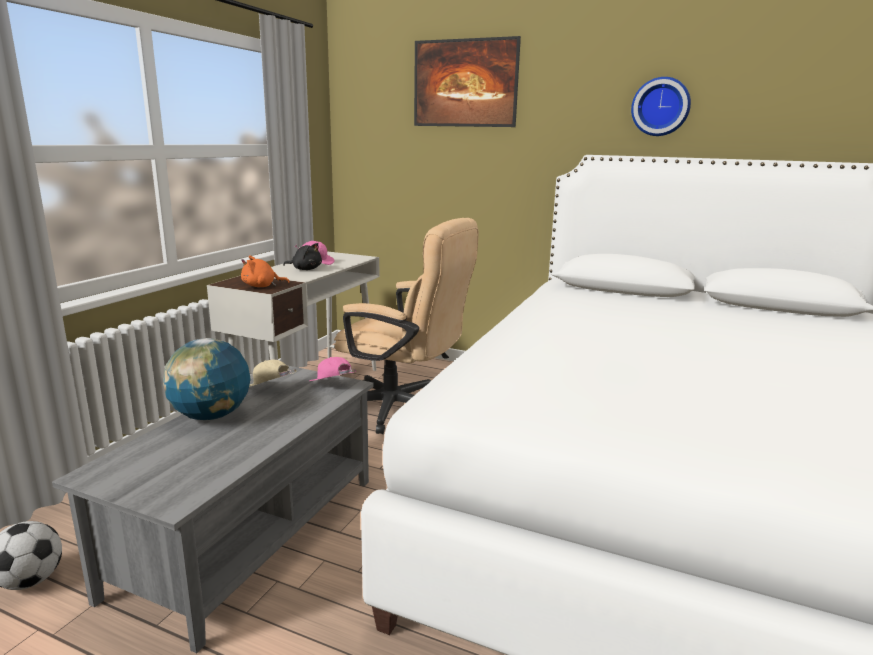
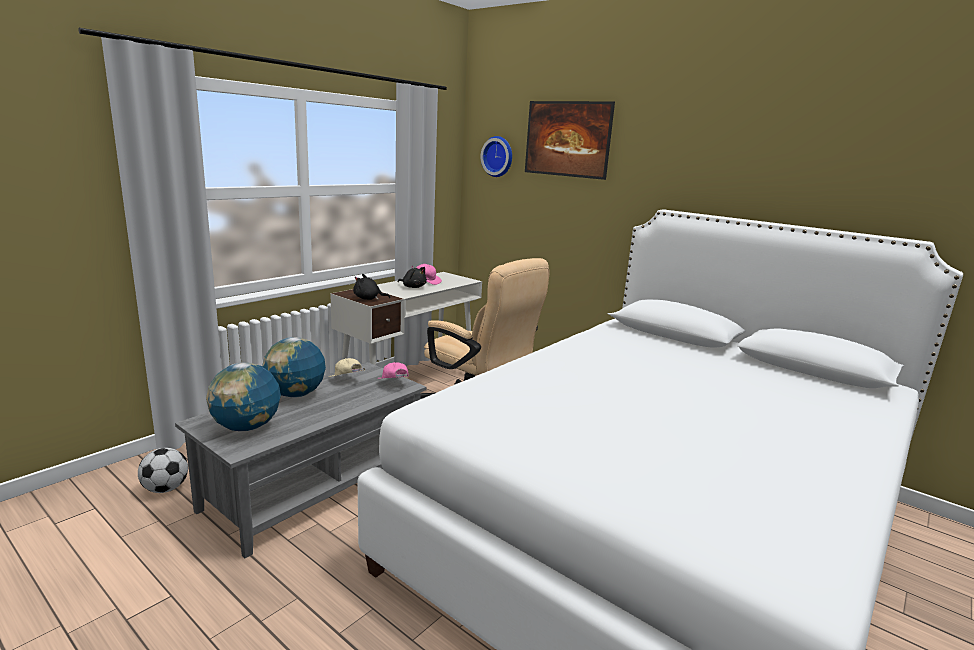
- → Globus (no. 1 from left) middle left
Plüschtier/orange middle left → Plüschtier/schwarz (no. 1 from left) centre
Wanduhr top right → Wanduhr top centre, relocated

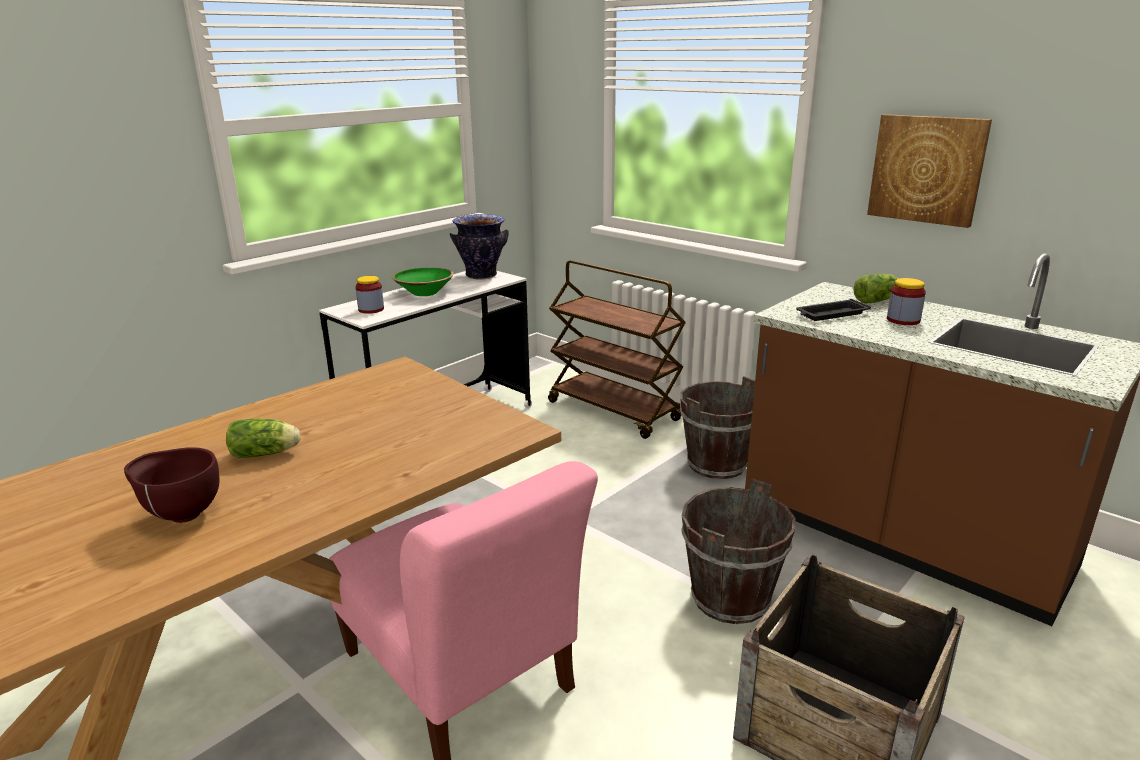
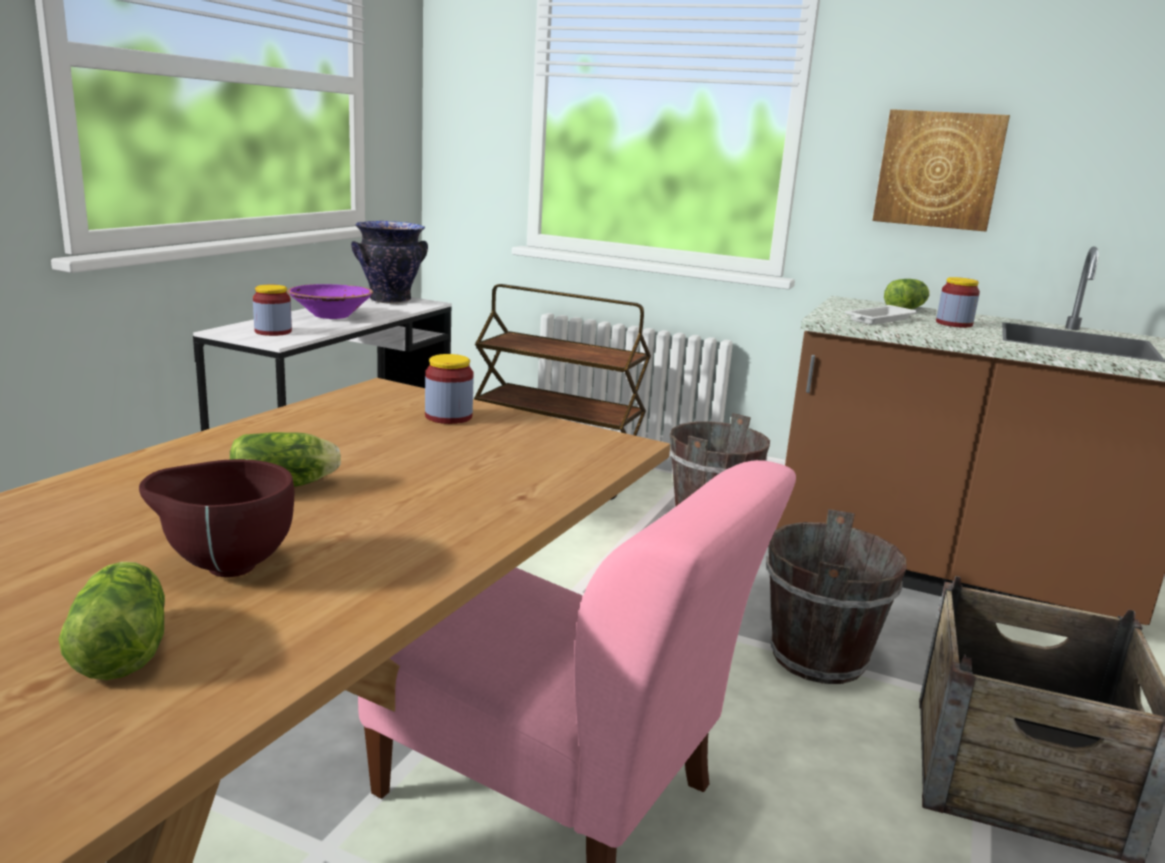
- → Salatkopf (no. 1 from left) bottom left
Schüssel/grün centre → Schüssel/lila middle left
- → Vorratsglas (no. 2 from left) centre
Tablett/schwarz middle right → Tablett/weiß middle right

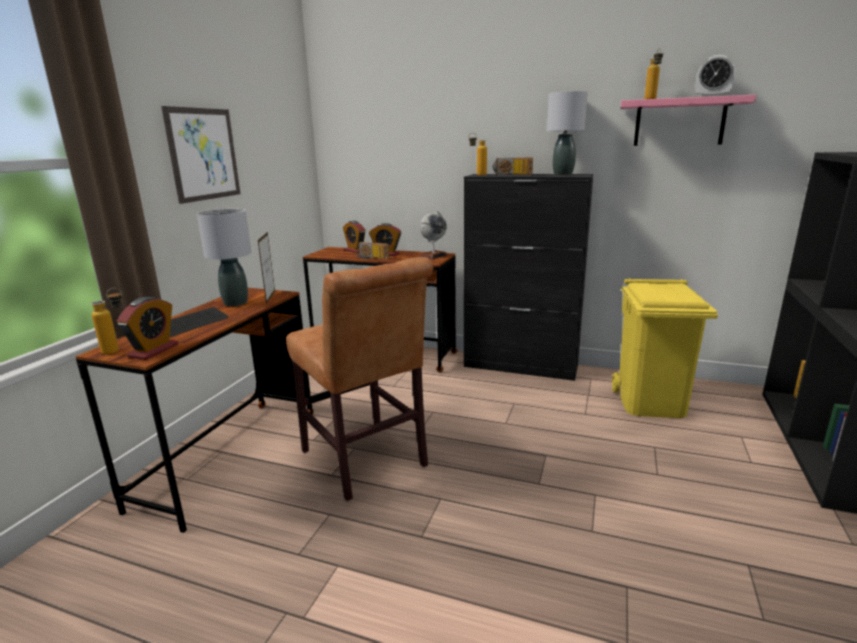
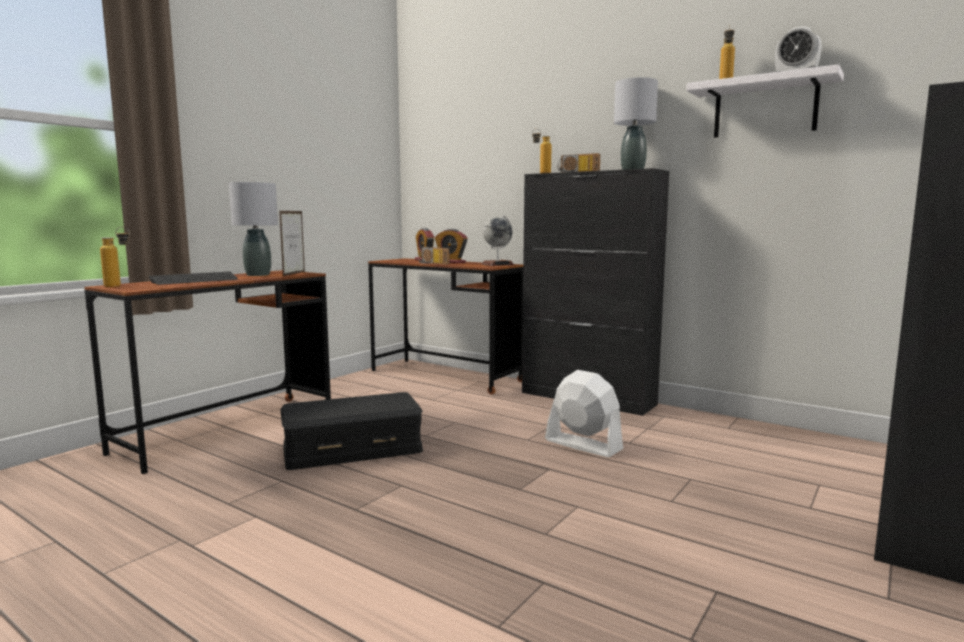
Stuhl/braun centre → Aufbewahrungsbox/schwarz bottom centre
- → Ventilator/weiß centre
Wandregal/rosa top right → Wandregal/weiß top right
Wecker (no. 1 from left) middle left → -
Bild top left → -
Mülleimer/gelb middle right → -

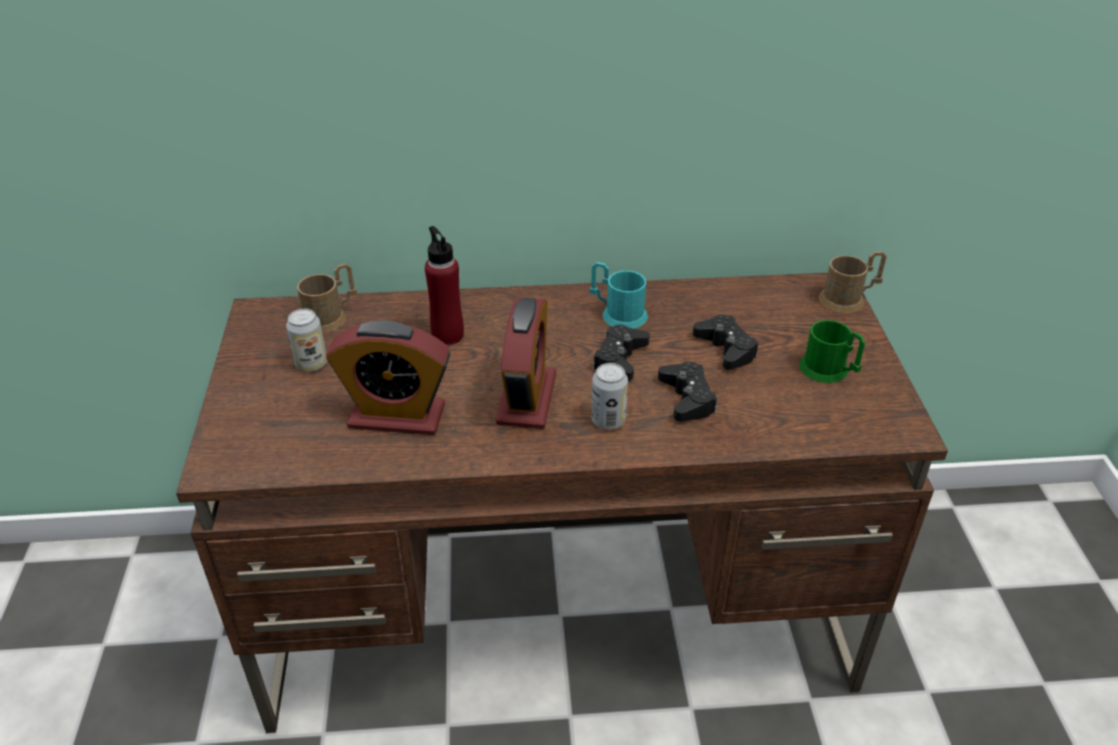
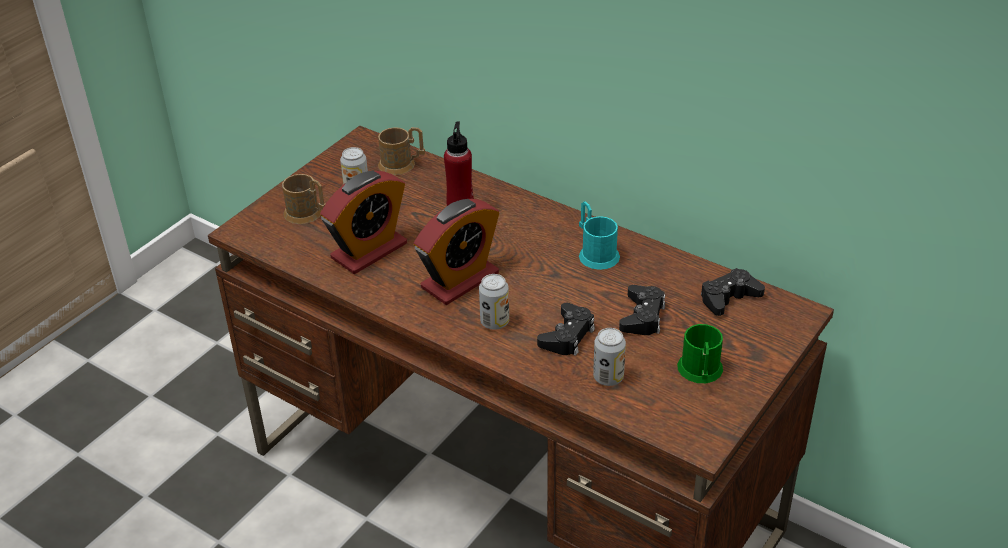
Henkelbecher/braun (no. 2 from left in the first image) middle right → Henkelbecher/braun (no. 1 from left) middle left, relocated
Wecker (no. 1 from left) centre, 90 degrees counterclockwise
- → Dose (no. 3 from left) centre
Gamepad/schwarz (no. 1 from left in the first image) centre → Gamepad/schwarz (no. 3 from left) middle right, relocated

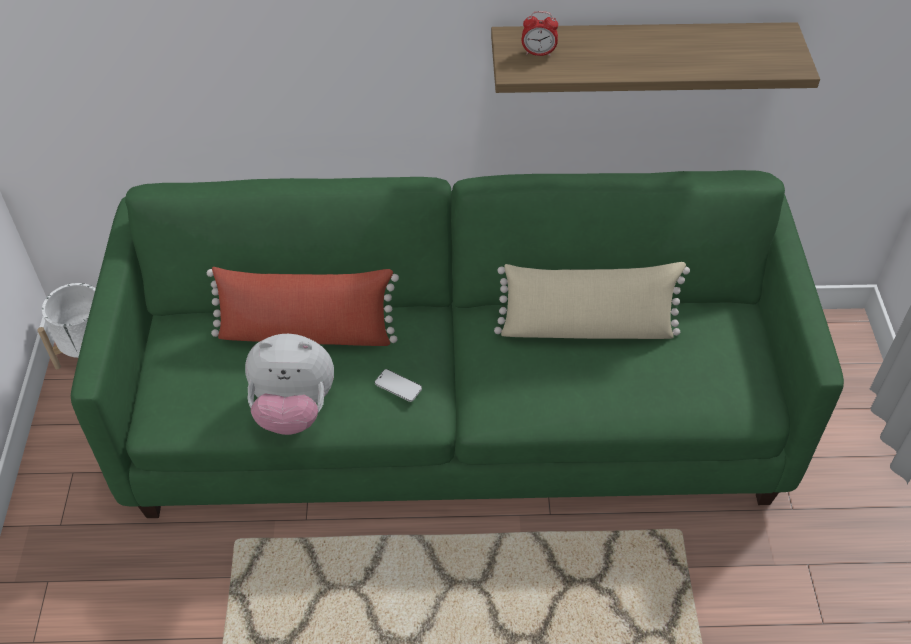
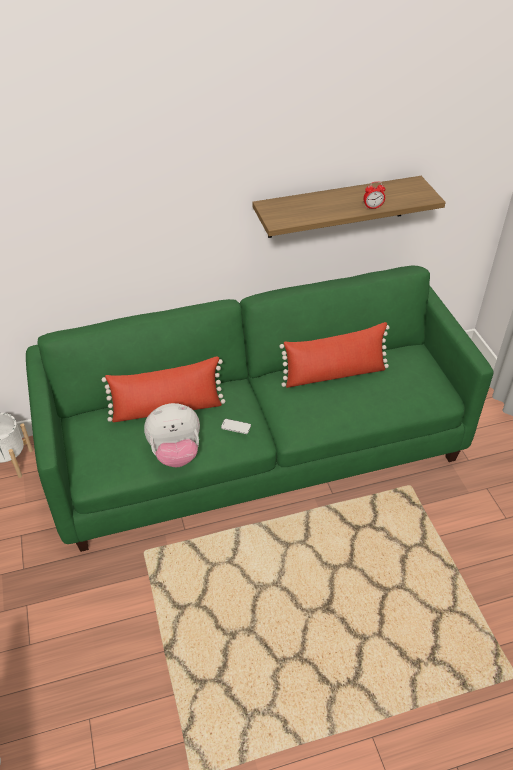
Kissen/beige centre → Kissen/rot (no. 2 from left) centre
Wecker top centre → Wecker top right, relocated

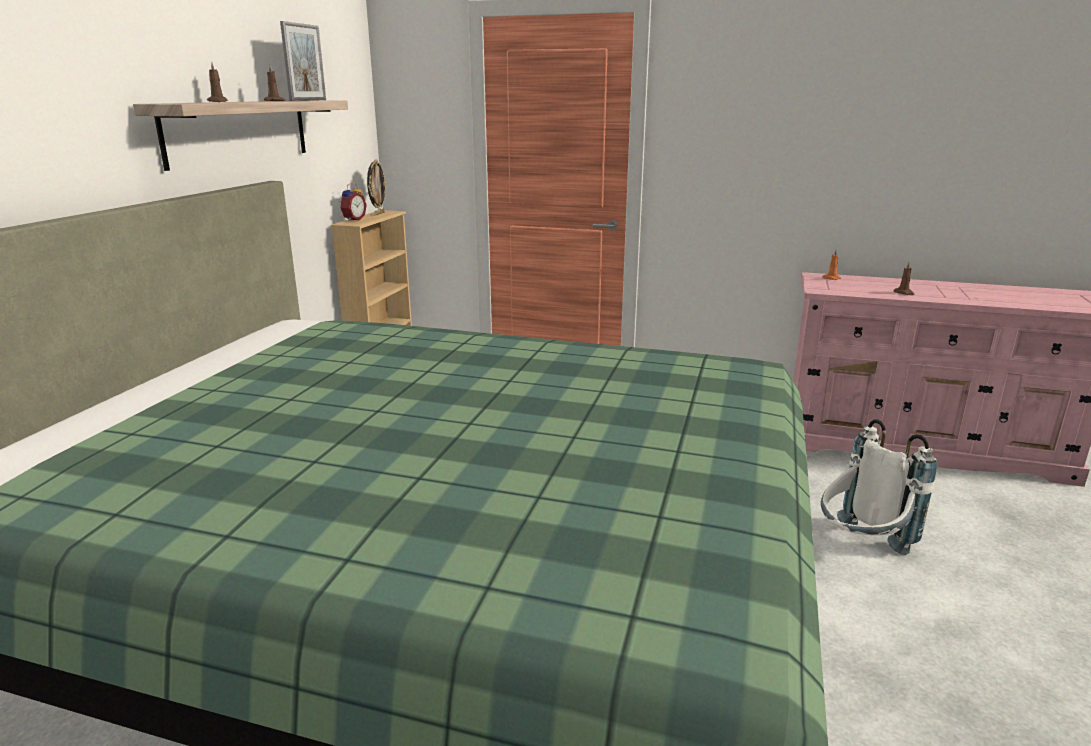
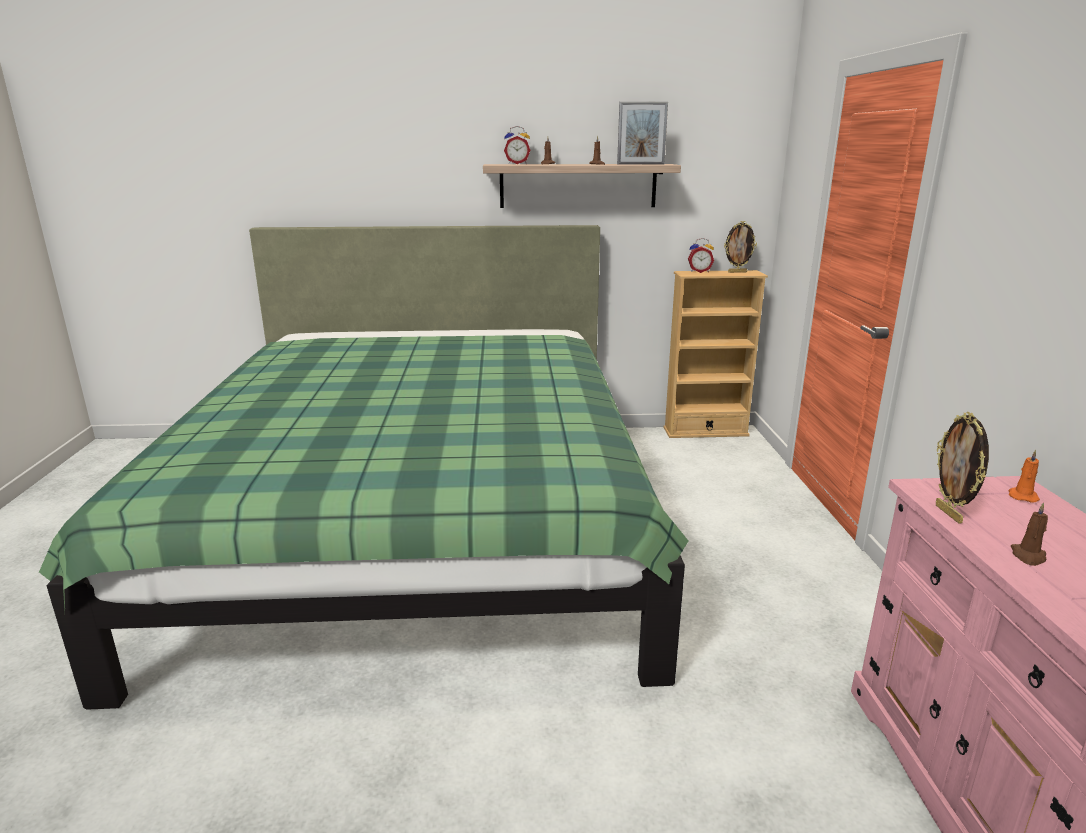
- → Wecker (no. 1 from left) top centre
- → Bilderrahmen (no. 3 from left) middle right
Rucksack/weiß middle right → -

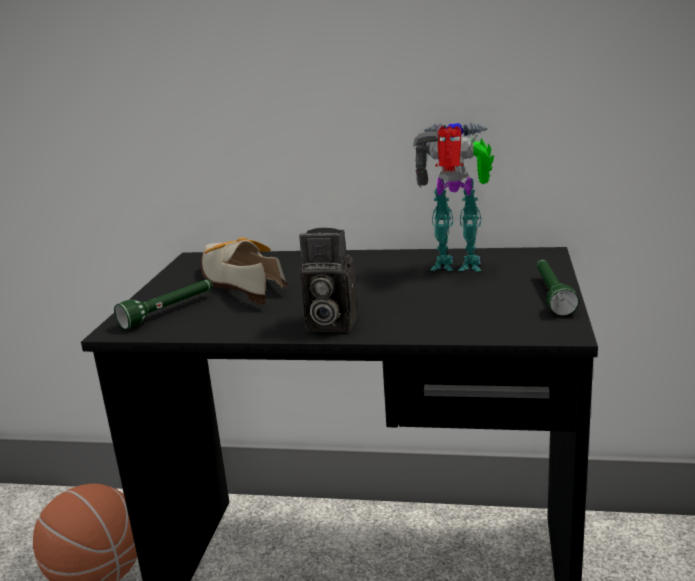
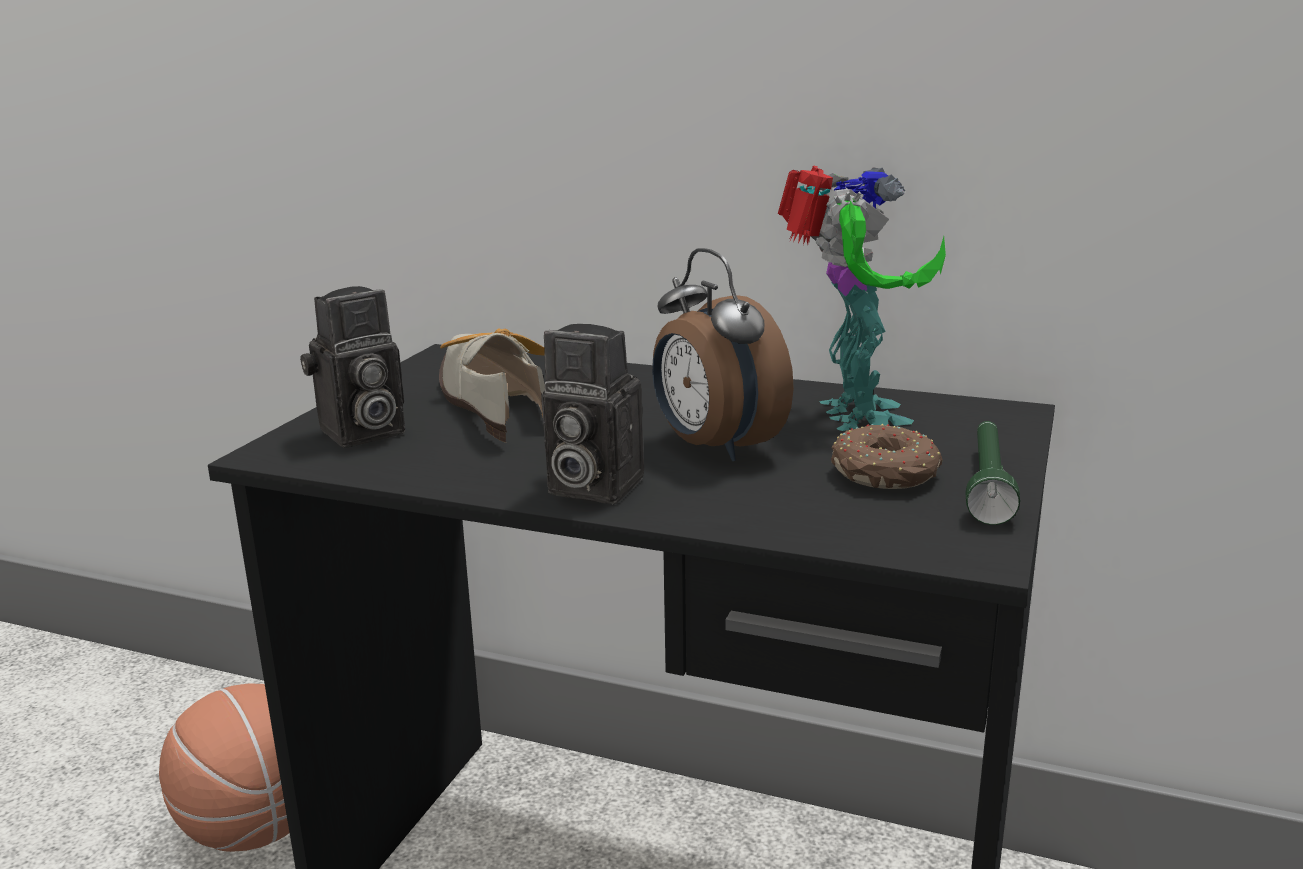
Taschenlampe/grün (no. 1 from left) middle left → Kamera (no. 1 from left) middle left
- → Wecker centre
Spielzeugroboter centre, 60 degrees clockwise
- → Donut middle right

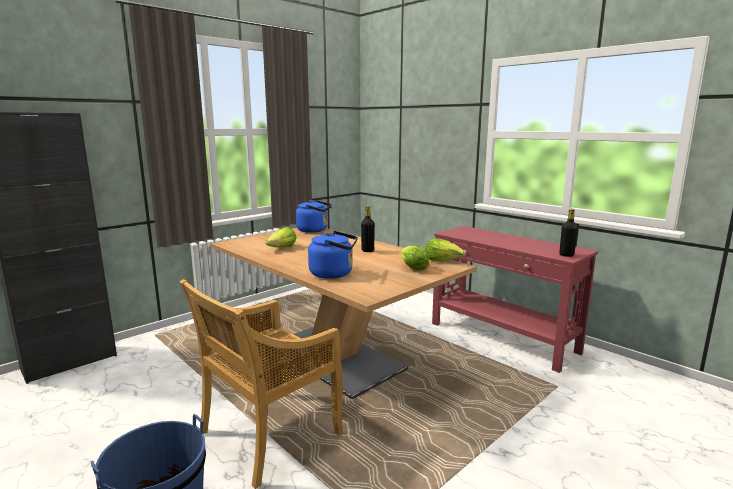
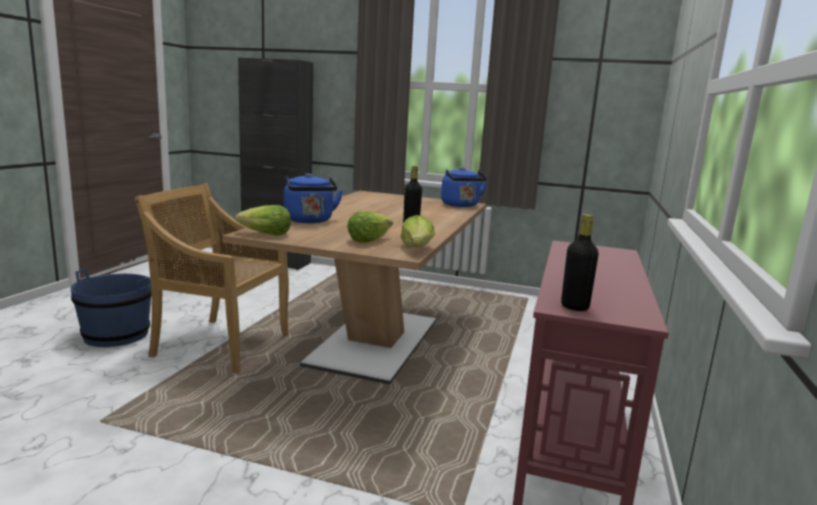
Salatkopf (no. 1 from left) centre → Salatkopf (no. 1 from left) middle left, relocated

